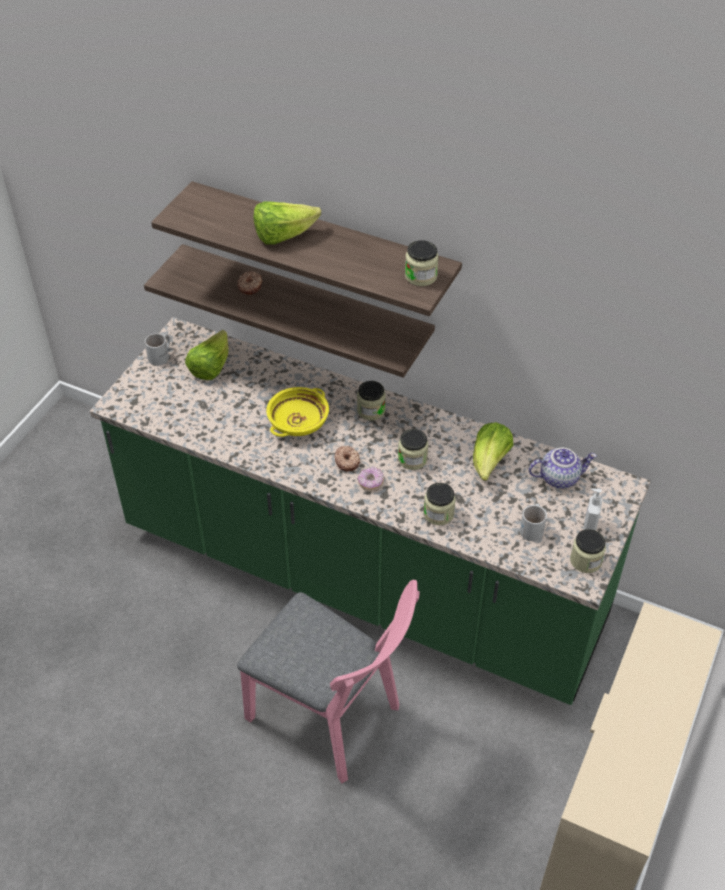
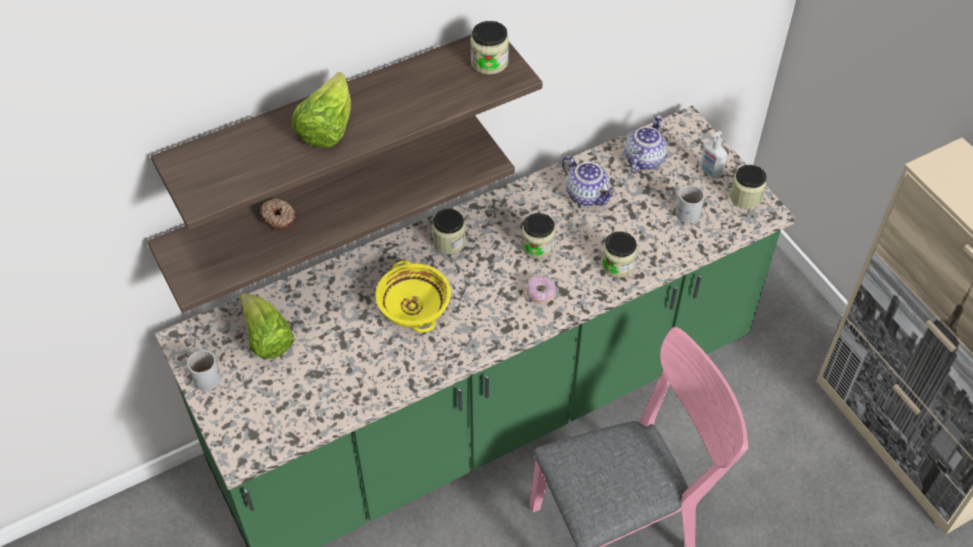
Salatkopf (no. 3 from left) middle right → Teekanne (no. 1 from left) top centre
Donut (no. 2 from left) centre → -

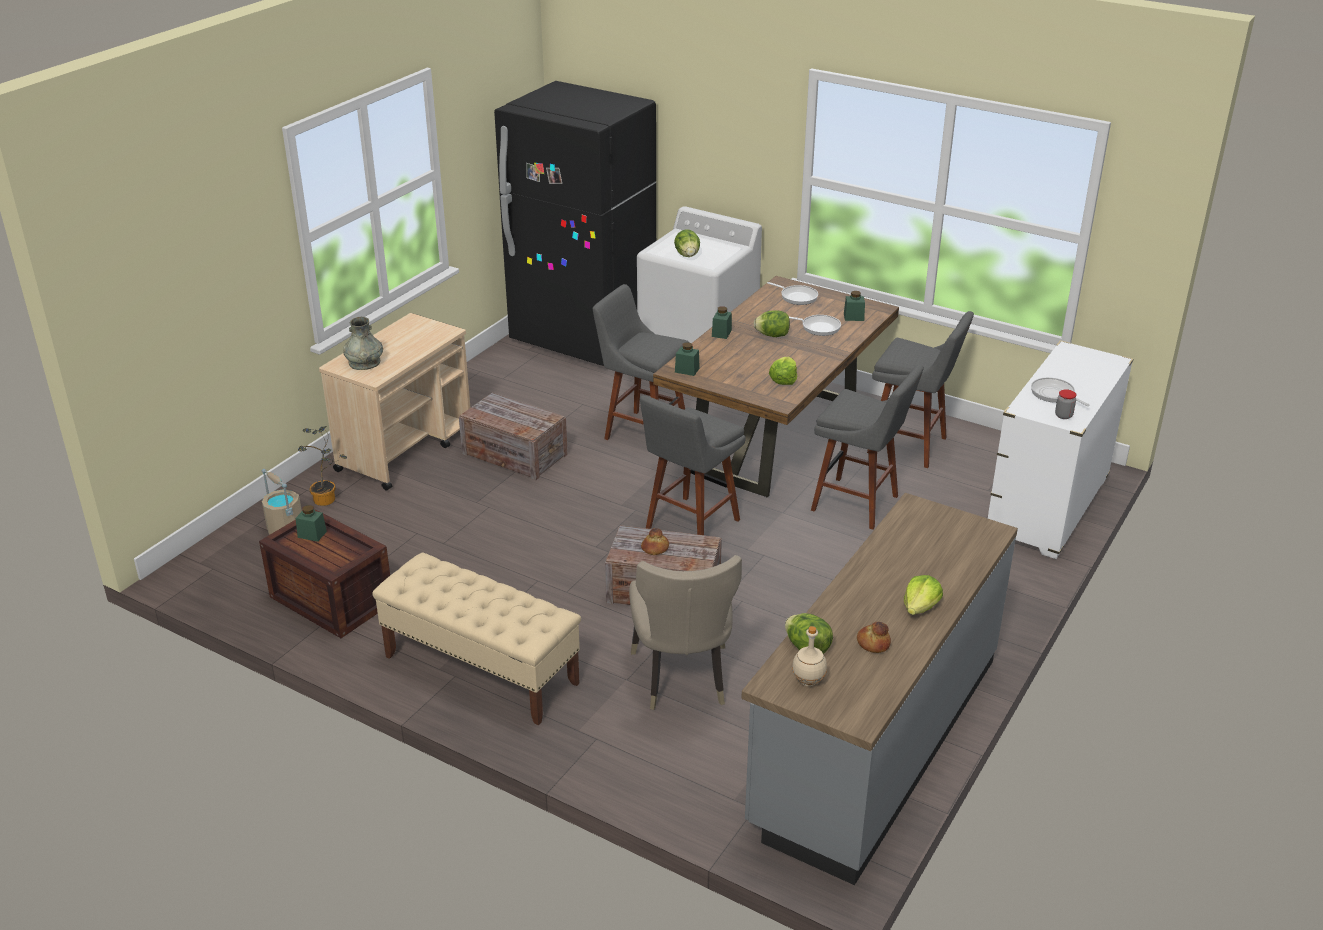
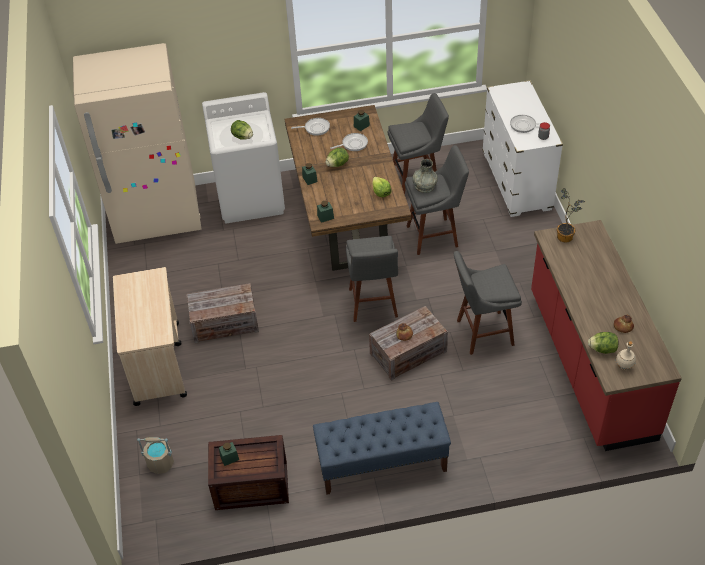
Kühlschrank/schwarz top centre → Kühlschrank/beige top left
Bank/beige bottom centre → Bank/blau bottom centre
Vase/grau middle left → Vase/grau top centre, relocated
Hocker/grau (no. 1 from left in the first image) centre → Hocker/grau (no. 4 from left) middle right, relocated
Küchenzeile/grau bottom centre → Küchenzeile/rot middle right
Topfpflanze middle left → Topfpflanze middle right, relocated
Stuhl/beige bottom centre → -
Salatkopf (no. 5 from left) middle right → -

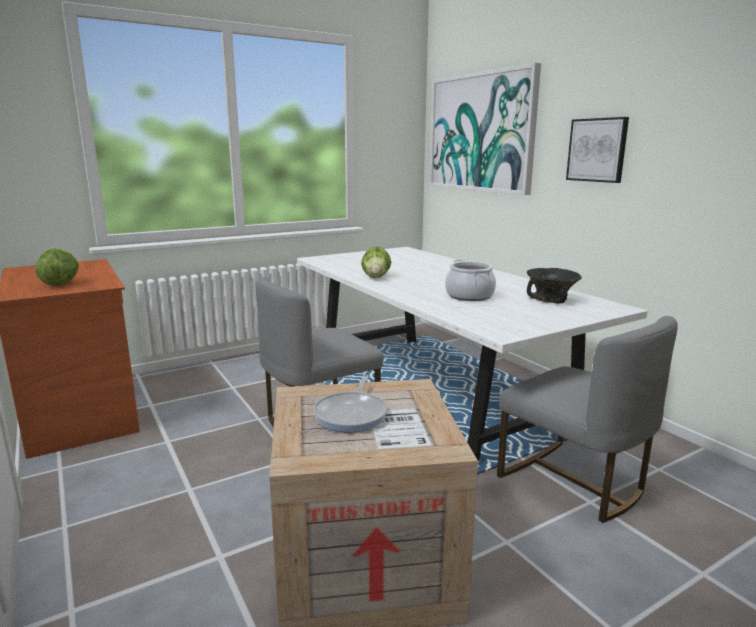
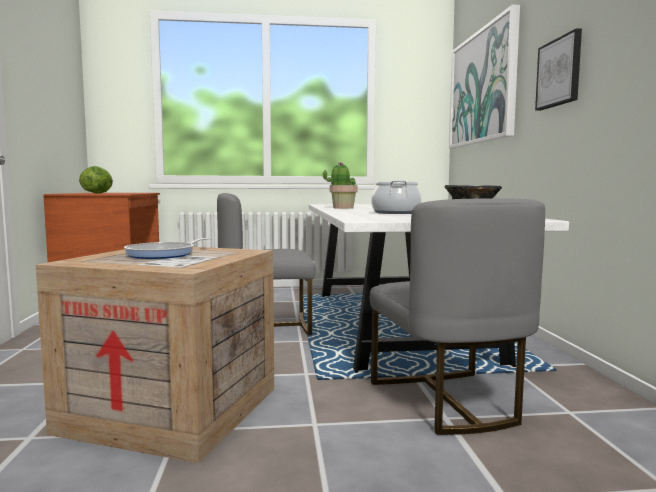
Salatkopf (no. 2 from left) centre → Topfpflanze centre

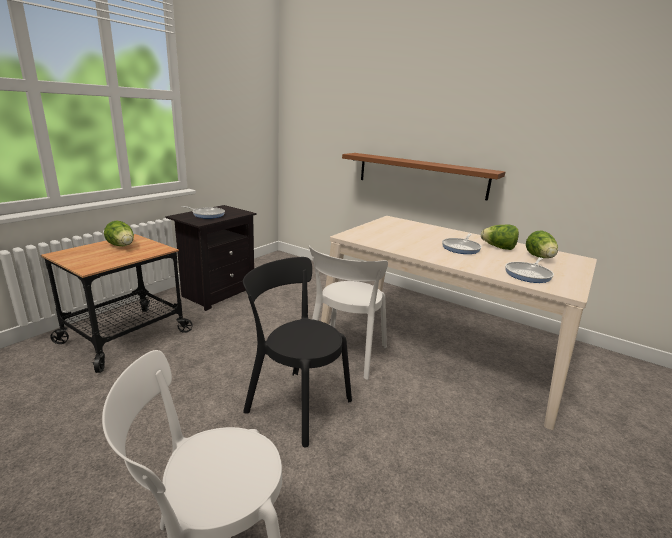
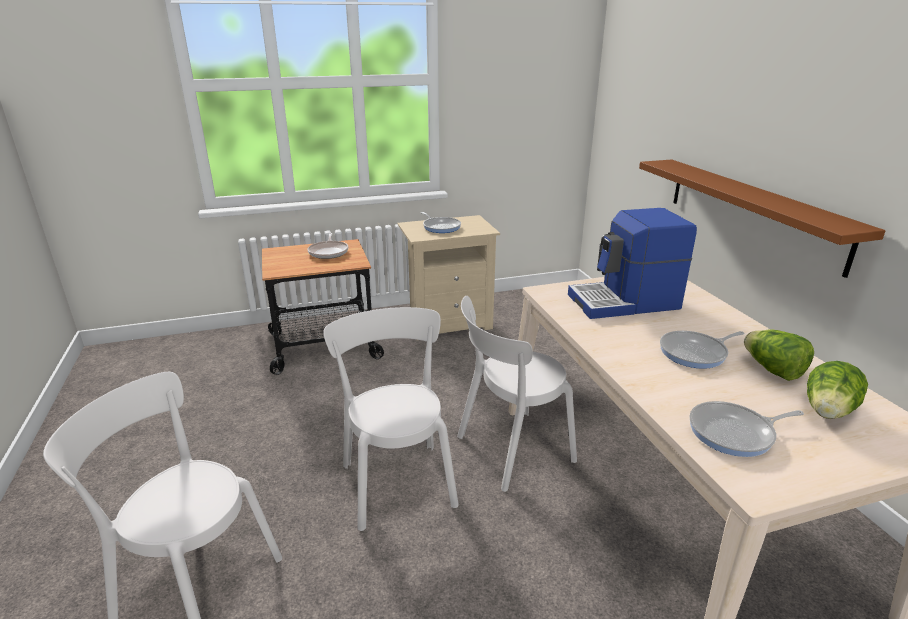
Salatkopf (no. 1 from left) middle left → Pfanne (no. 1 from left) centre
Stuhl/schwarz centre → Stuhl/weiß (no. 2 from left) bottom centre
Nachttisch/schwarz middle left → Nachttisch/beige centre
- → Kaffeemaschine middle right

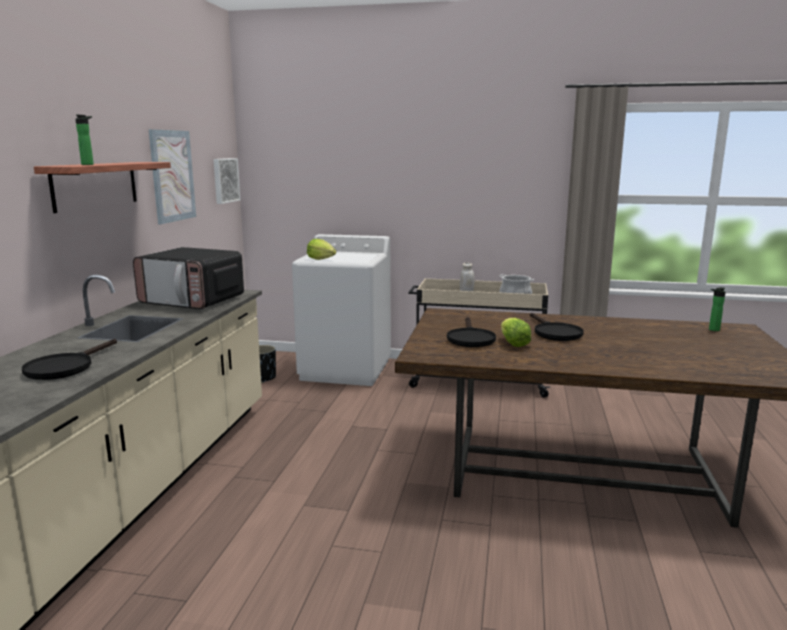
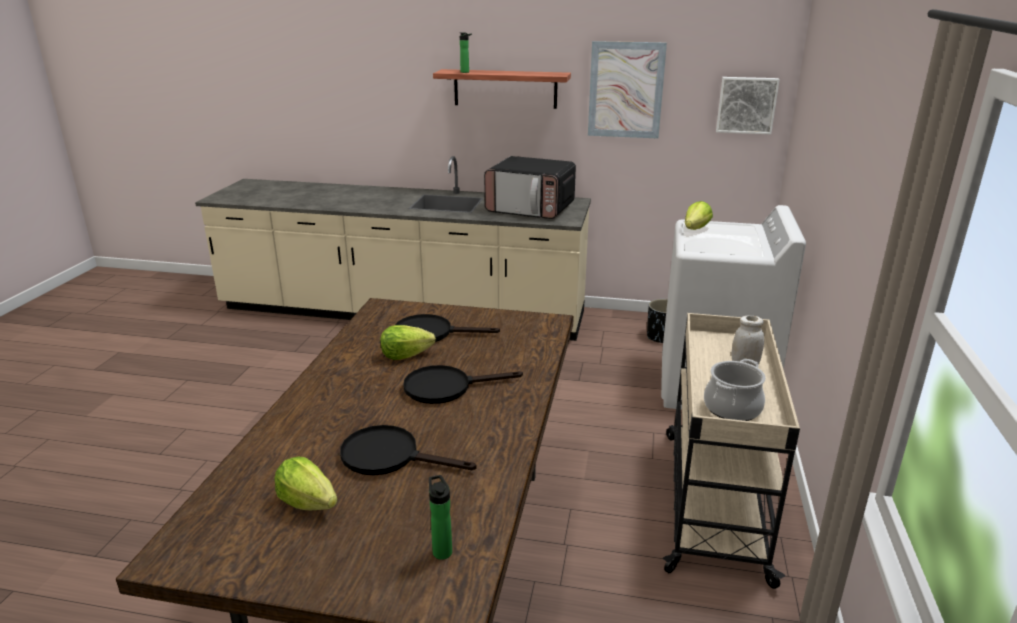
- → Salatkopf (no. 1 from left) bottom left
Pfanne/schwarz (no. 1 from left) middle left → Pfanne/schwarz (no. 1 from left) bottom centre, relocated
Mikrowelle middle left → Mikrowelle top centre, 90 degrees counterclockwise

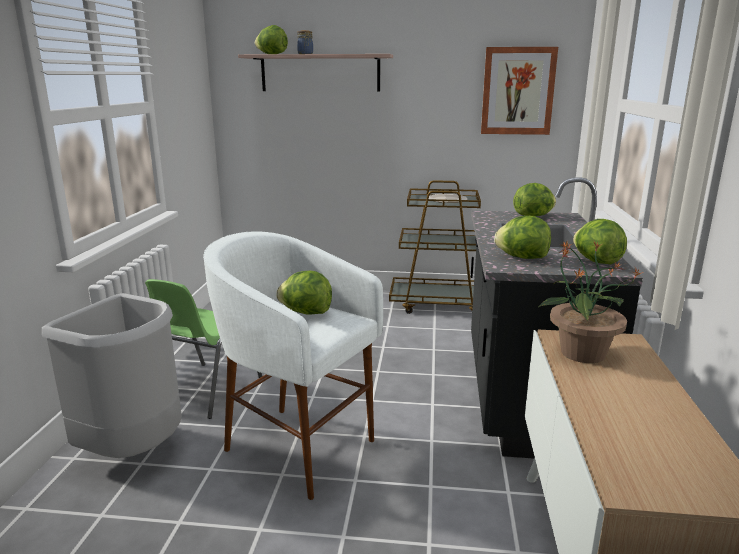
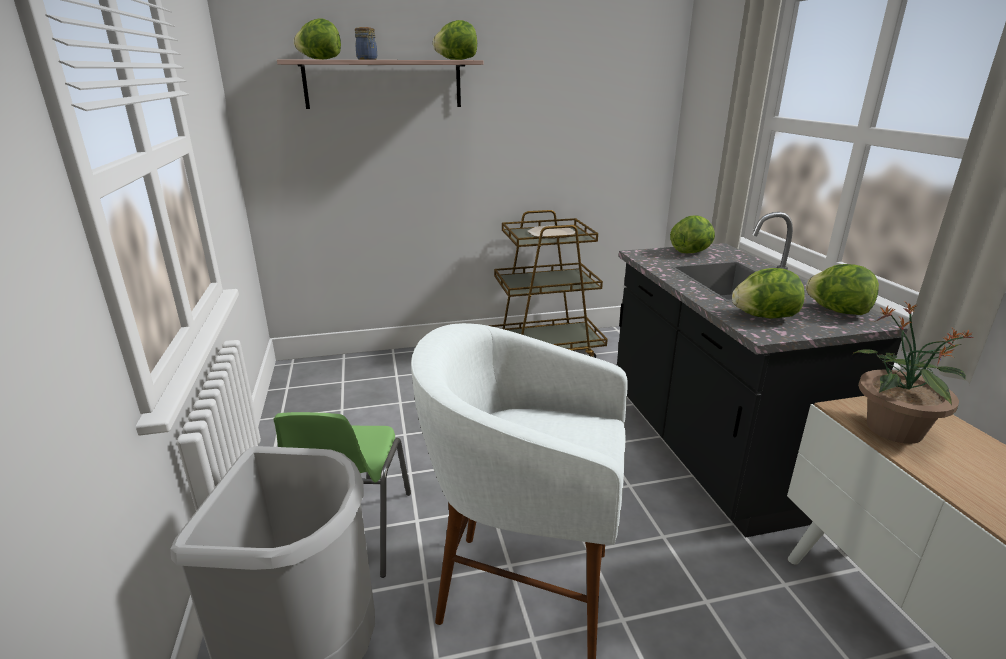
Salatkopf (no. 2 from left) centre → Salatkopf (no. 2 from left) top centre, relocated
Bild top right → -

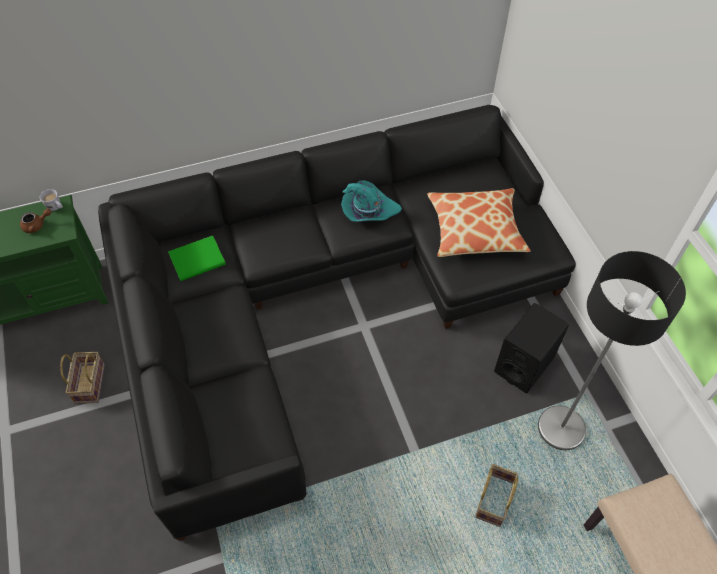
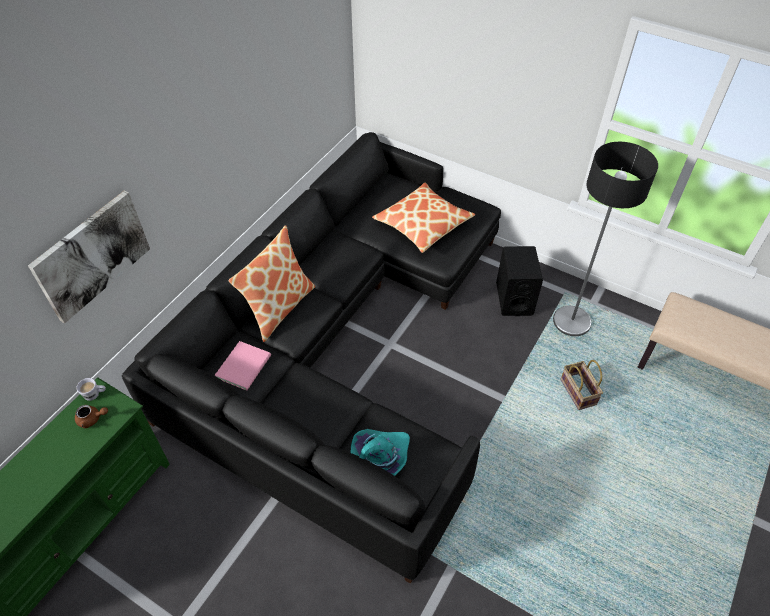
- → Bild middle left
Teekanne/braun middle left → Teekanne/braun bottom left, 60 degrees clockwise
Buch/grün middle left → Buch/rosa middle left
- → Kissen (no. 1 from left) centre
Hut/türkis centre → Hut/türkis bottom centre, relocated
Korb (no. 1 from left) middle left → -

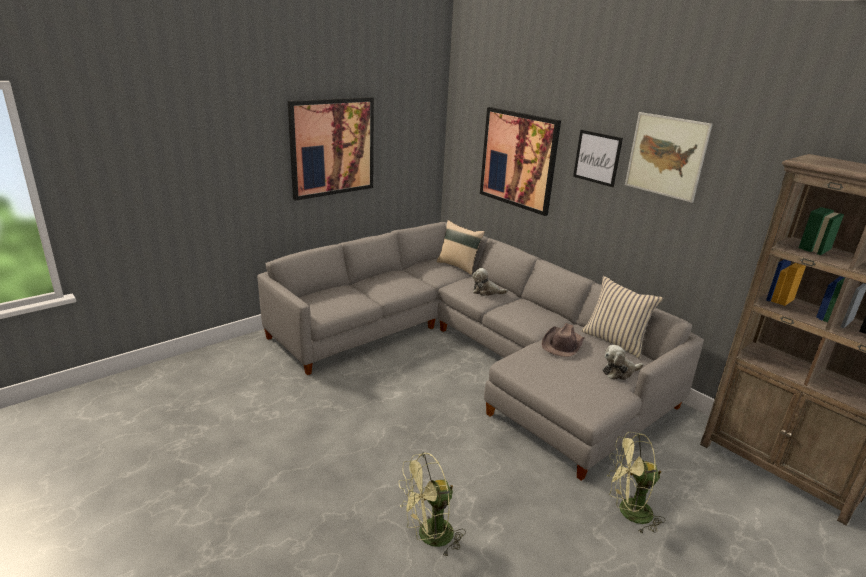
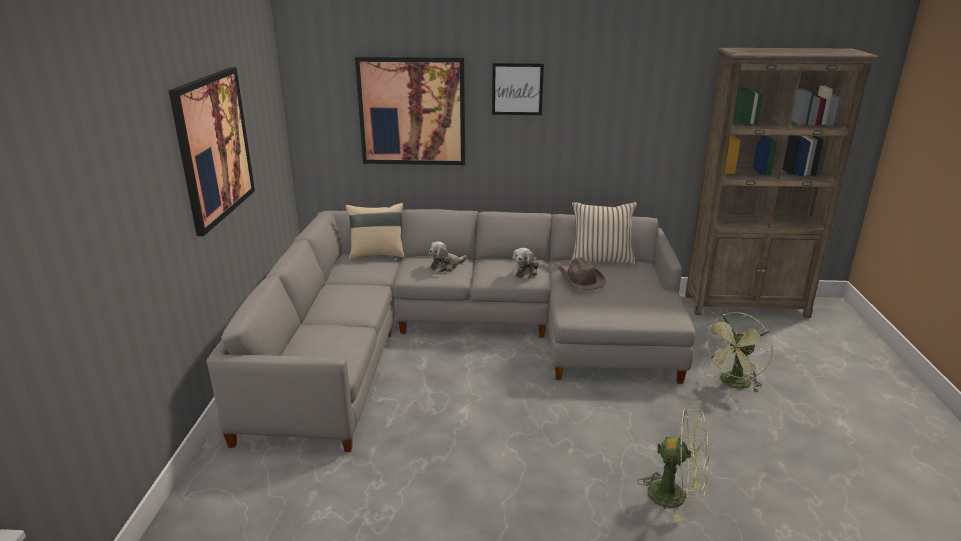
Plüschtier (no. 2 from left) middle right → Plüschtier (no. 2 from left) centre, relocated
Ventilator/grün (no. 1 from left) bottom centre → Ventilator/grün (no. 1 from left) bottom right, 90 degrees counterclockwise
Bild (no. 4 from left) top right → -

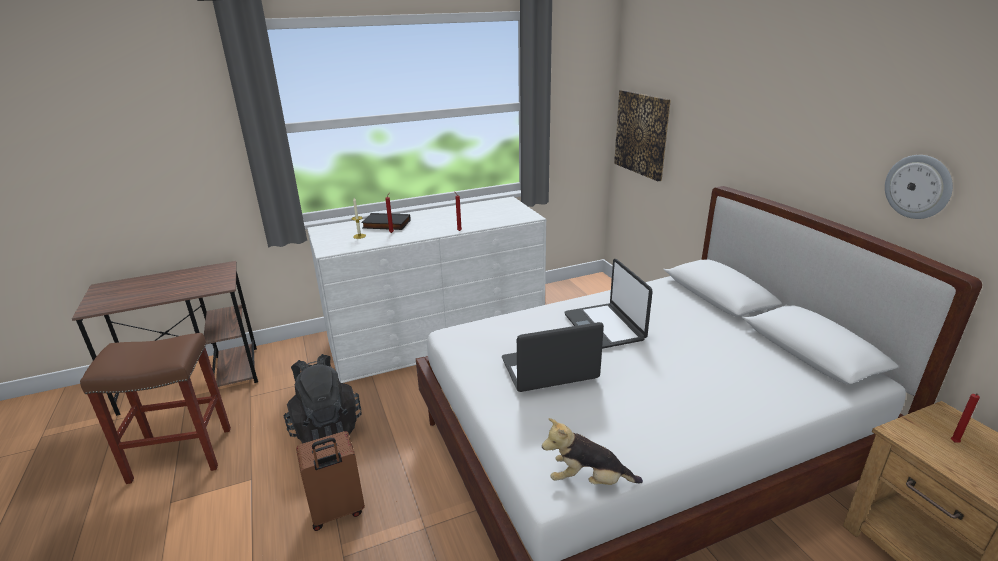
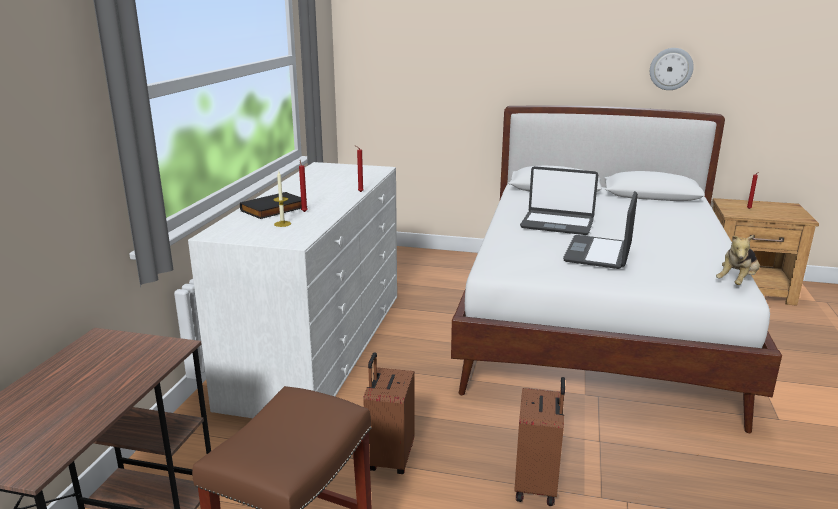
Rucksack/schwarz bottom left → Koffer/braun (no. 1 from left) bottom centre
Bild top centre → -

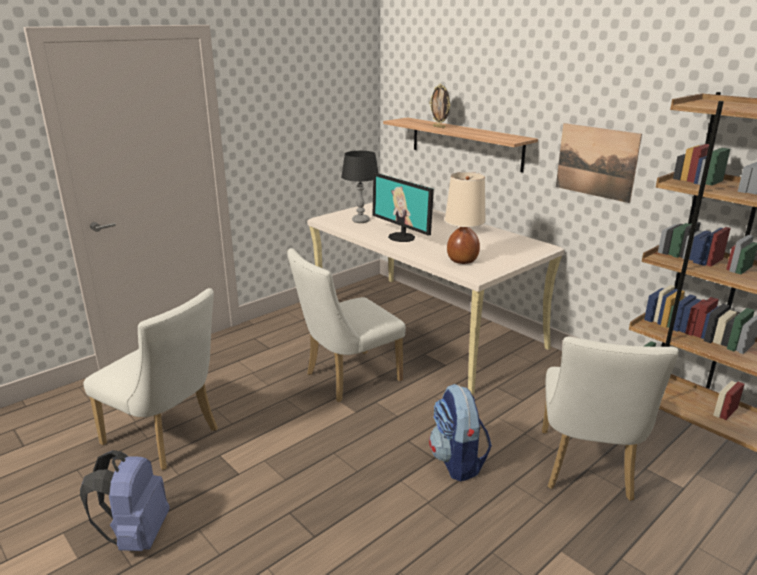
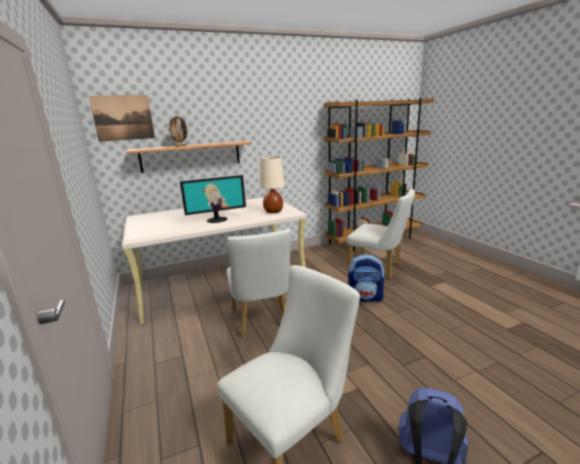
Bild top right → Bild top left, relocated
Tischlampe/schwarz top centre → -

